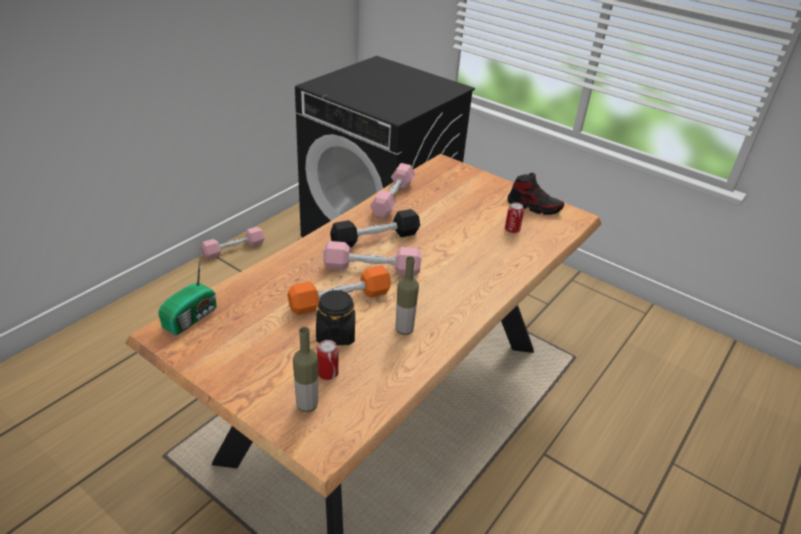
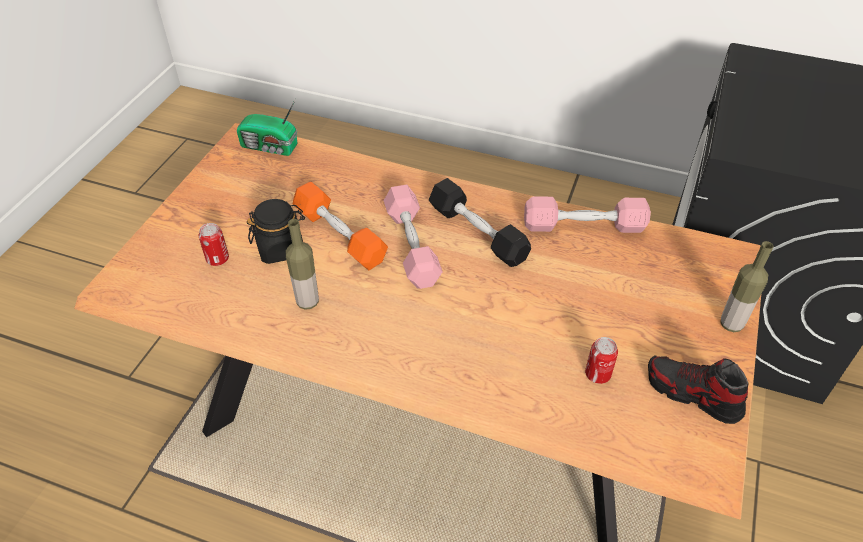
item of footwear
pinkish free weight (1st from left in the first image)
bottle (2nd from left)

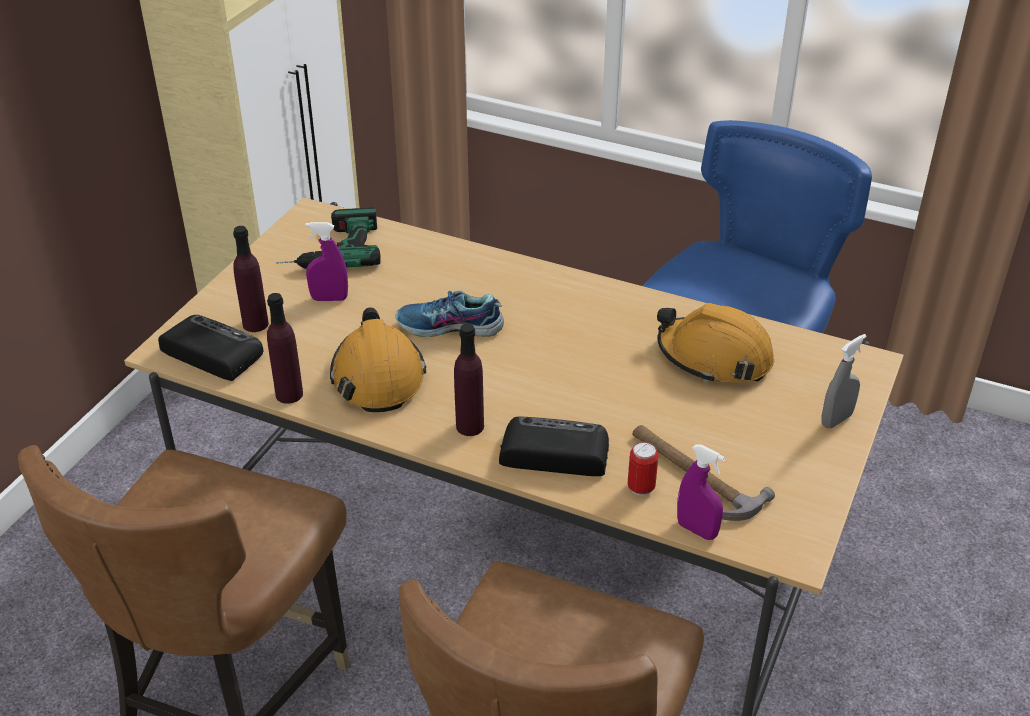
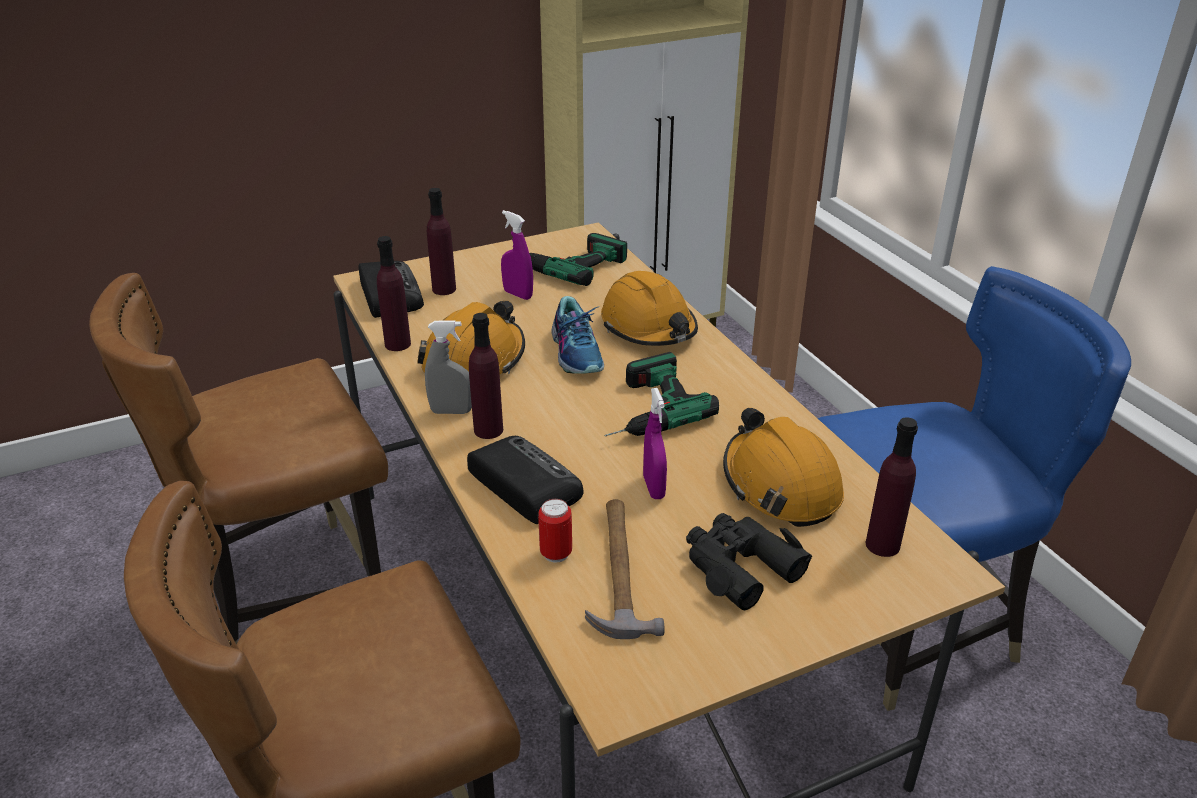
item of footwear
greyish hand sprayer
purple-coloured hand sprayer (2nd from left)
orangey hard hat (2nd from left)
drill (2nd from left)
purple-coloured bottle (4th from left)
black binoculars

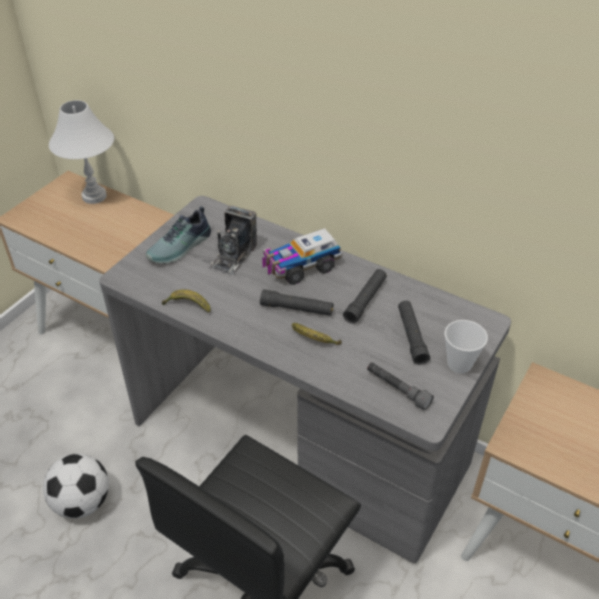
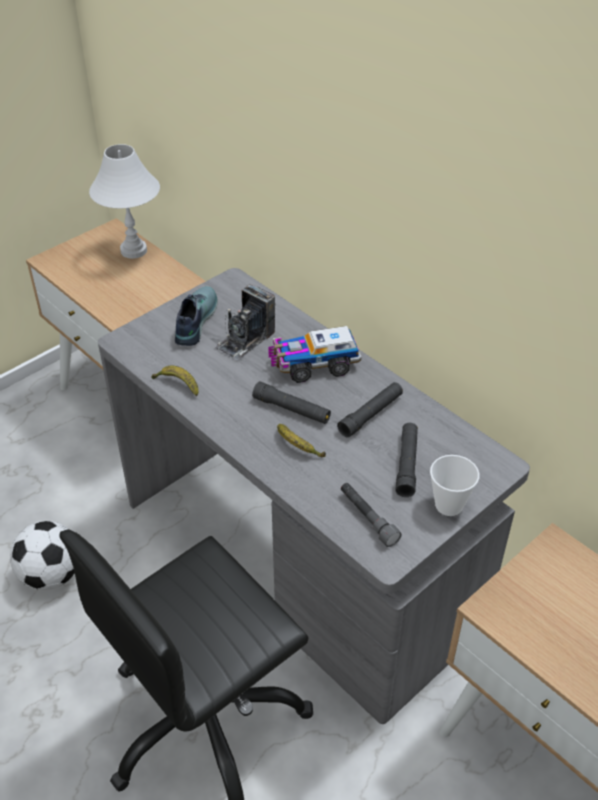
item of footwear

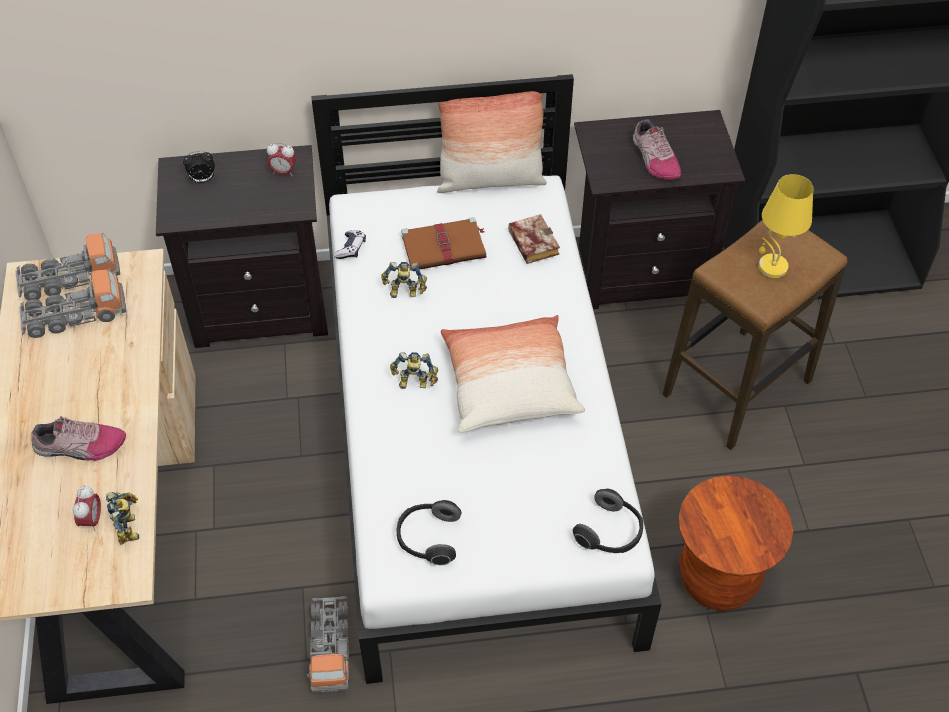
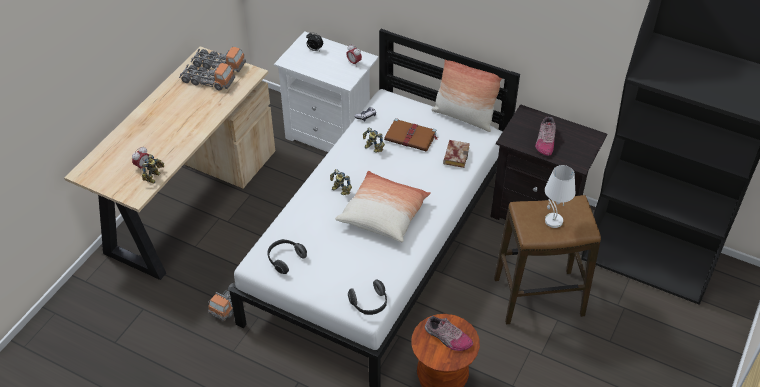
white bedside table
white table lamp
item of footwear (1st from left)

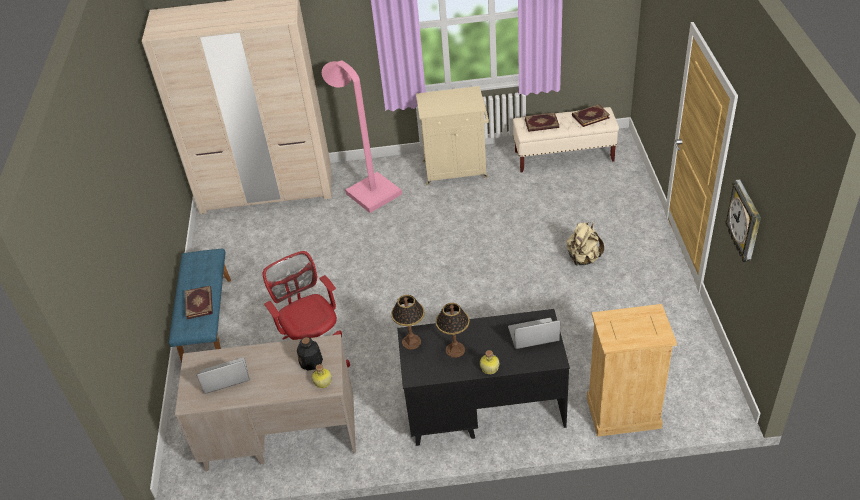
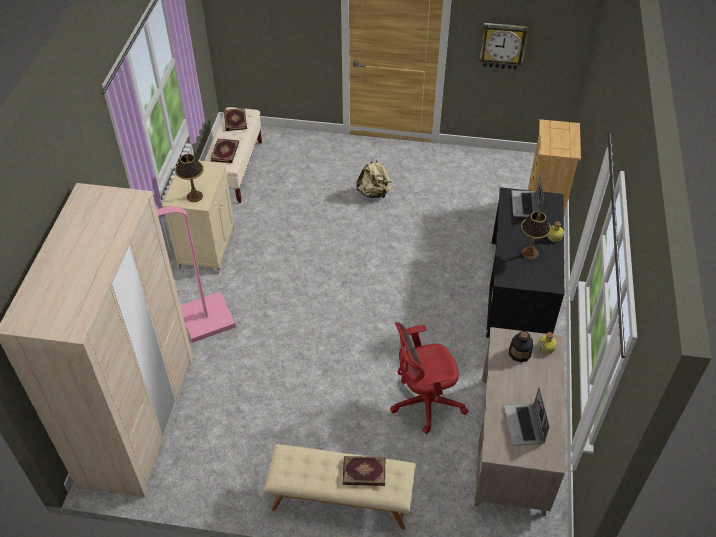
beige long seat (2nd from left)
table lamp (1st from left)

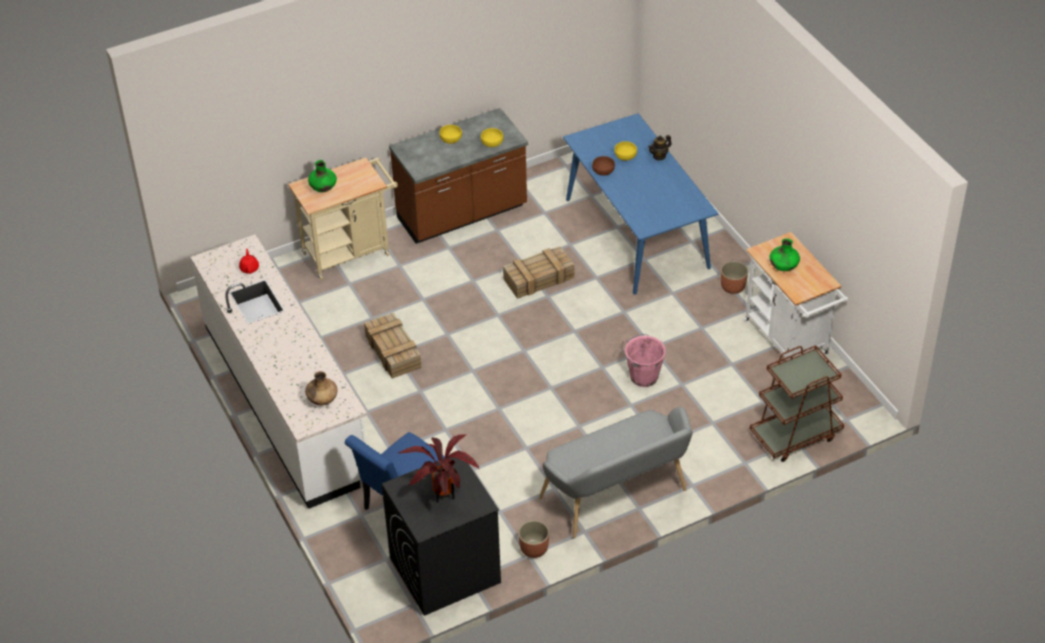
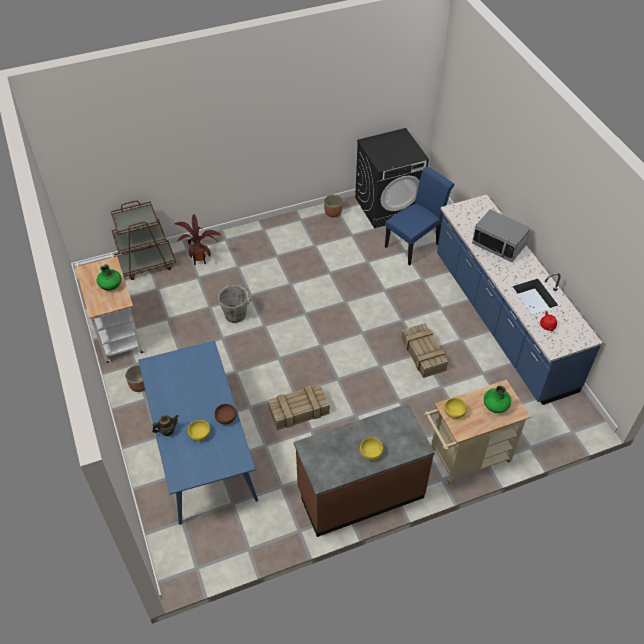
yellow-coloured serving bowl (3rd from left)
bluish kitchen base unit
greyish water bucket
brown-coloured decorative vase
greyish long seat
houseplant
kitchen microwave

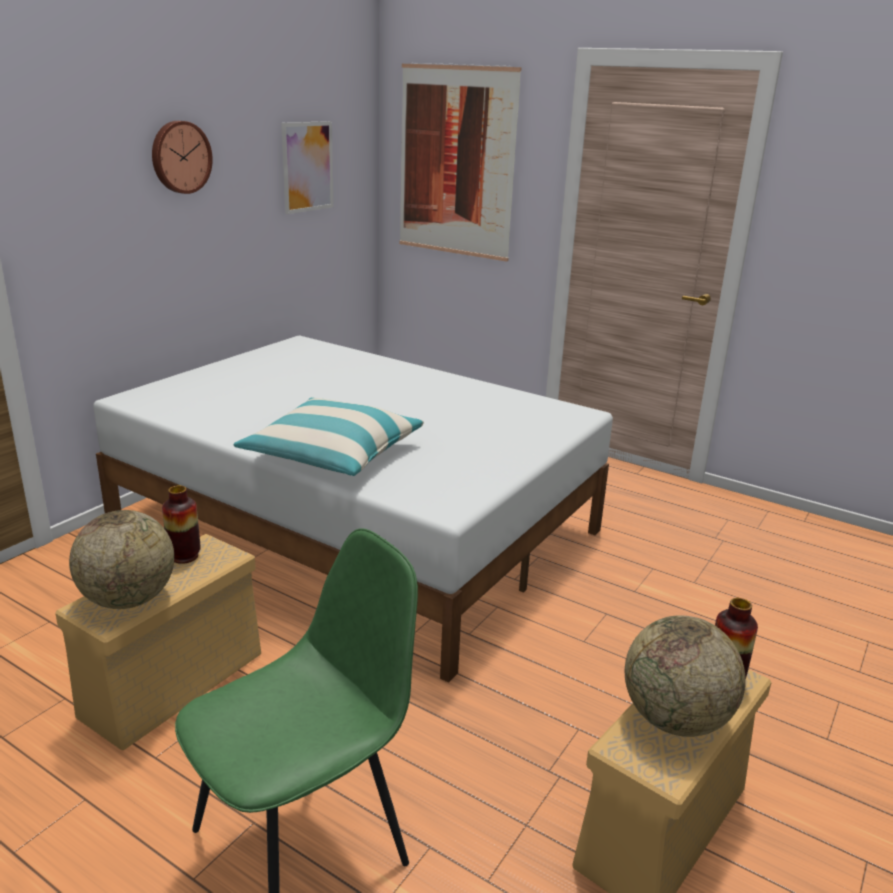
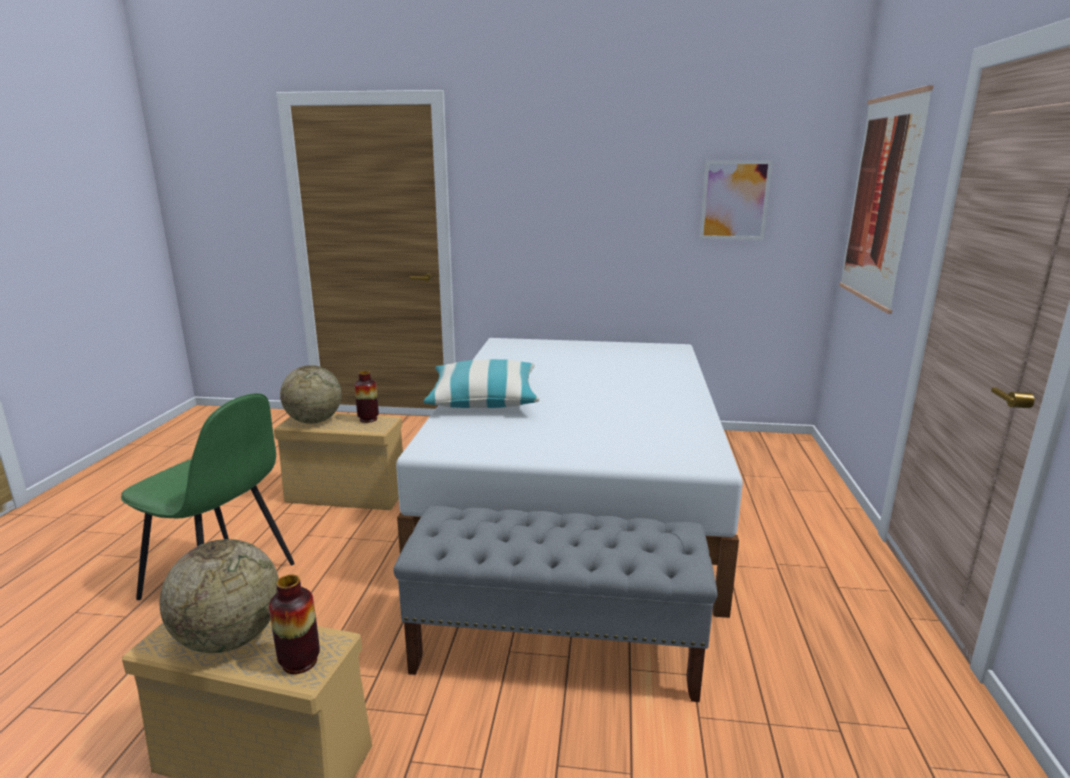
wall clock
greyish long seat

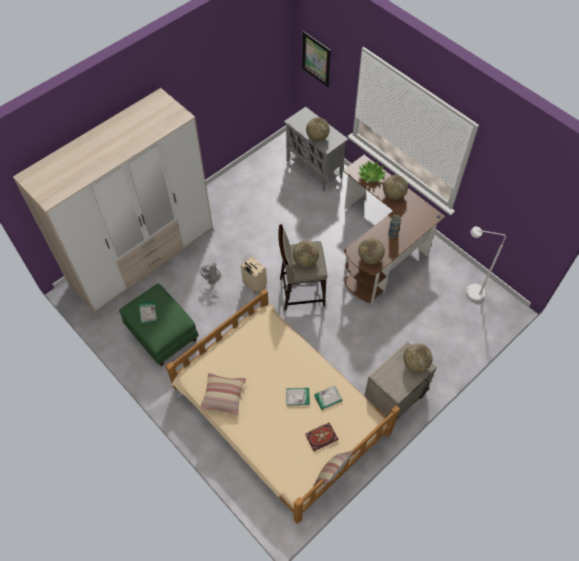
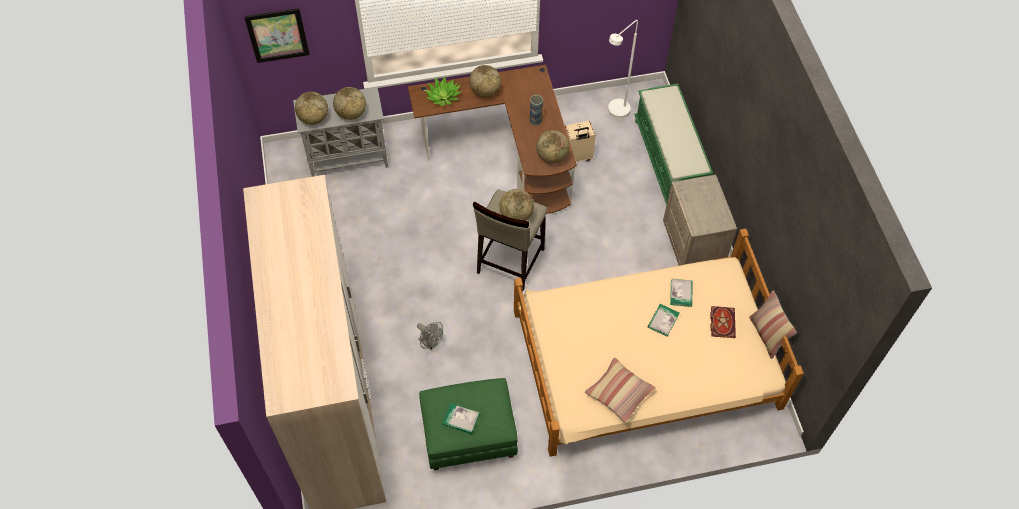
beige piece of luggage
desk globe (1st from left)
green-coloured long seat

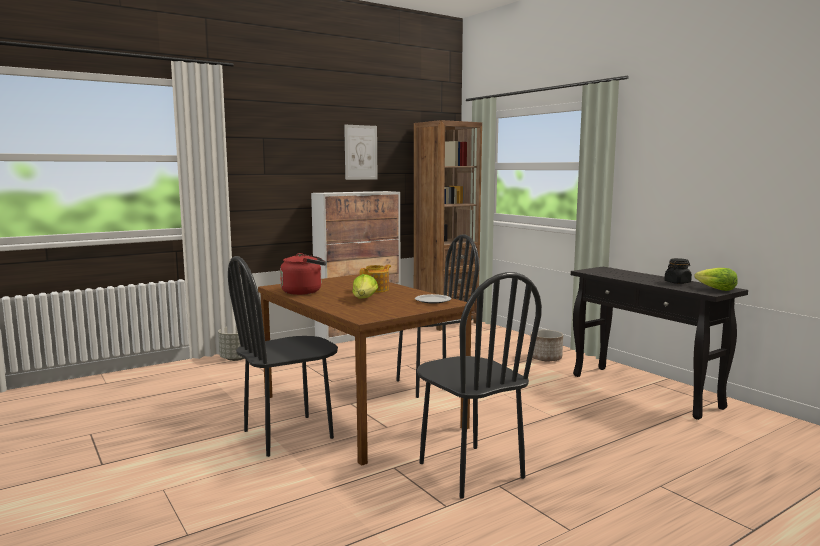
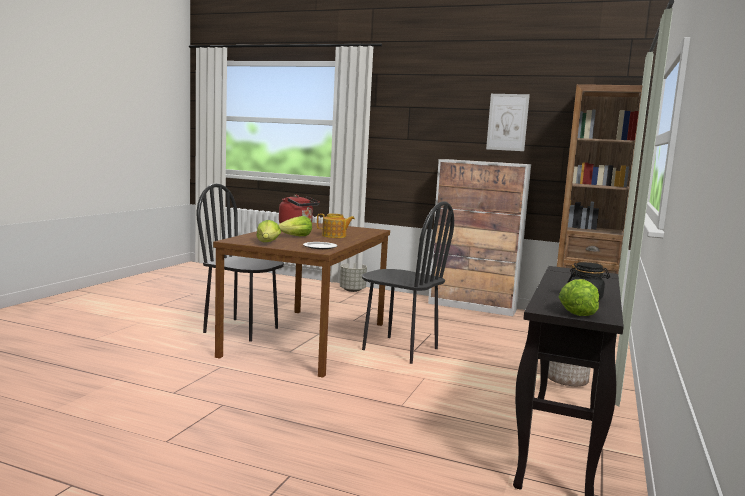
black plain chair (3rd from left in the first image)
lettuce (1st from left)

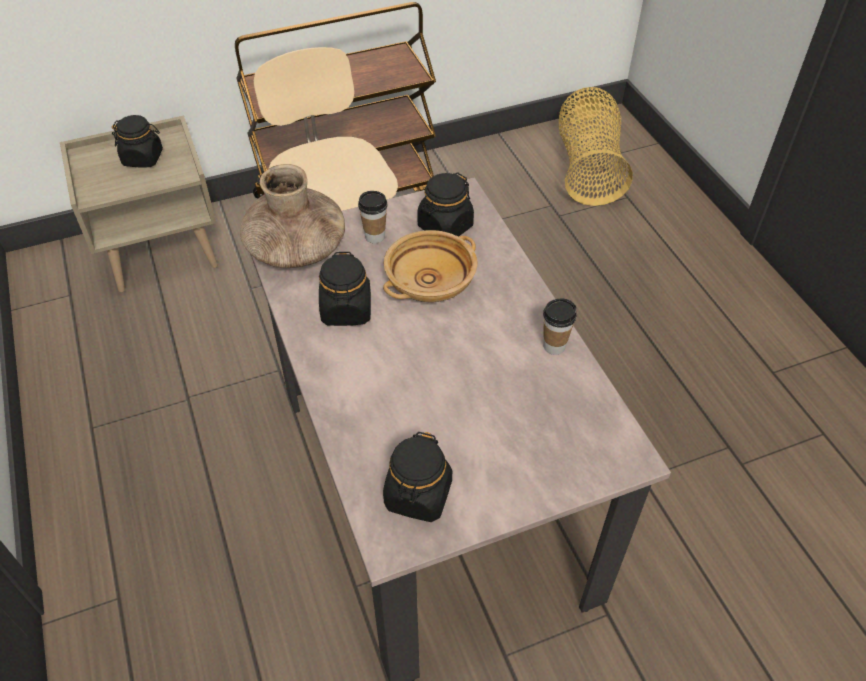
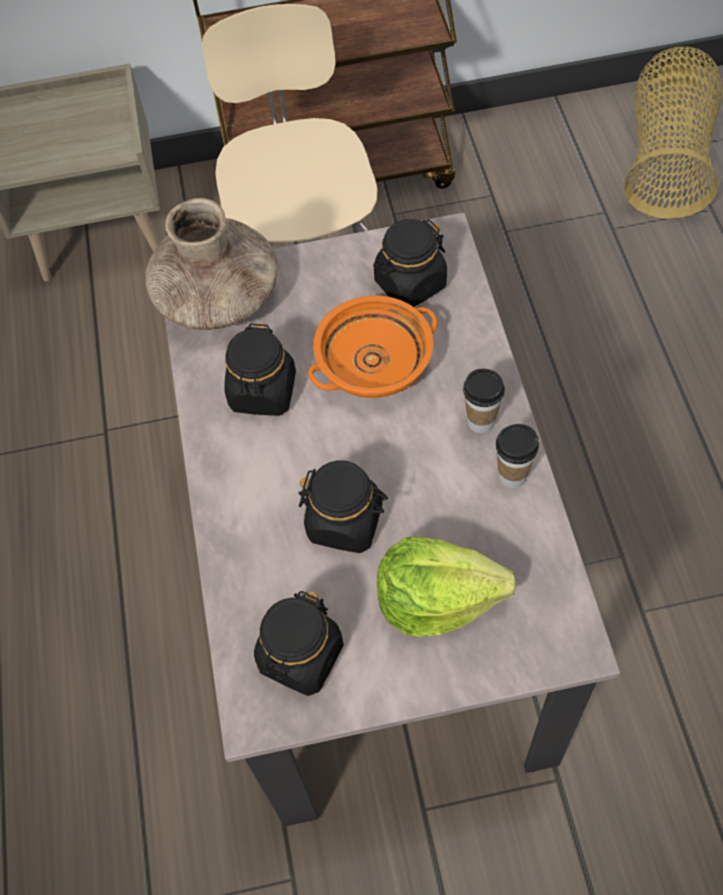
black preserve jar (3rd from left)
small cup (1st from left)
orangey serving bowl
lettuce

